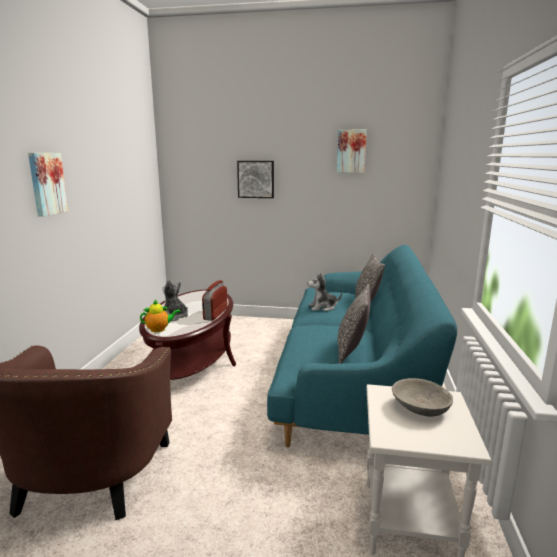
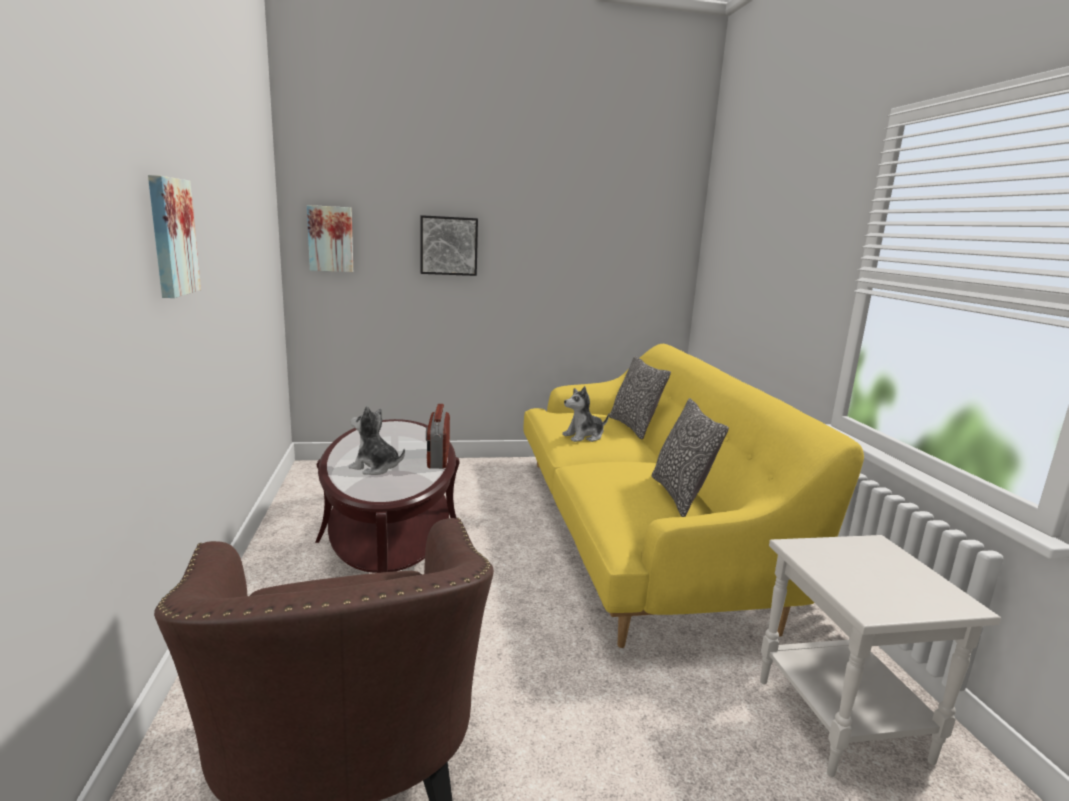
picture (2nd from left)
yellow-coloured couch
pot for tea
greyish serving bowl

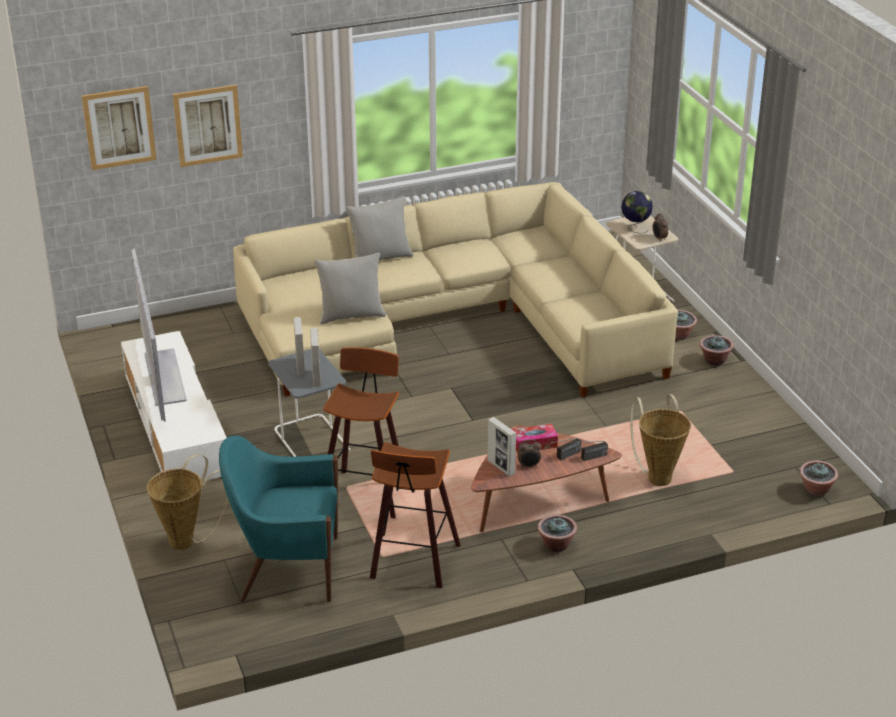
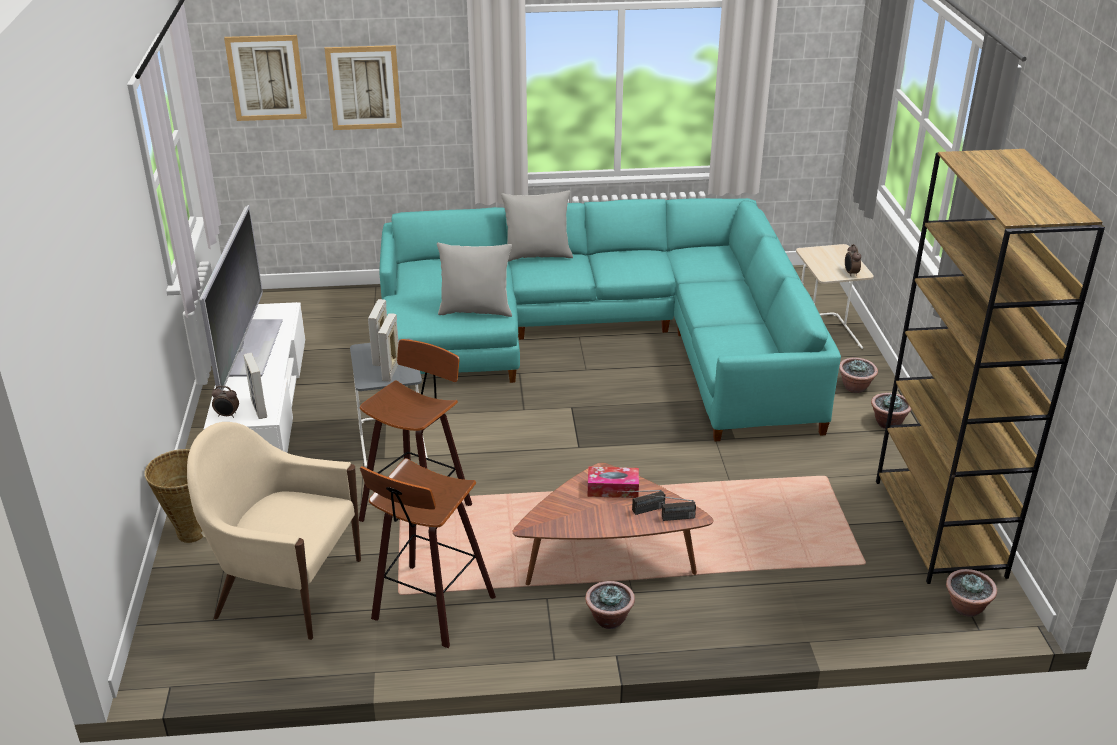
turquoise-coloured couch
desk globe
storage basket (2nd from left in the first image)
standing frame (1st from left)
beige lounge chair
table clock (1st from left)
brown-coloured bookshelf

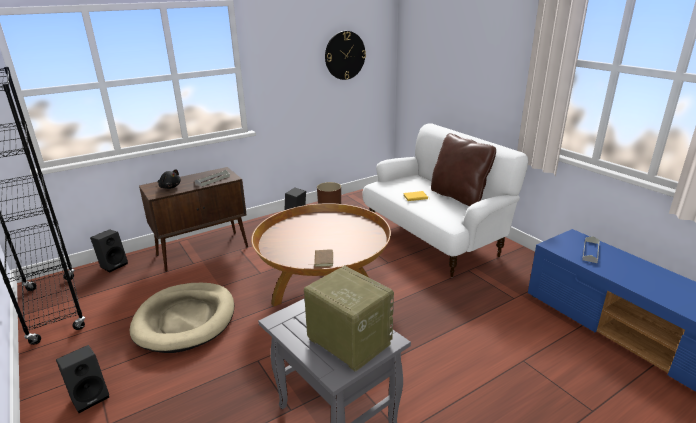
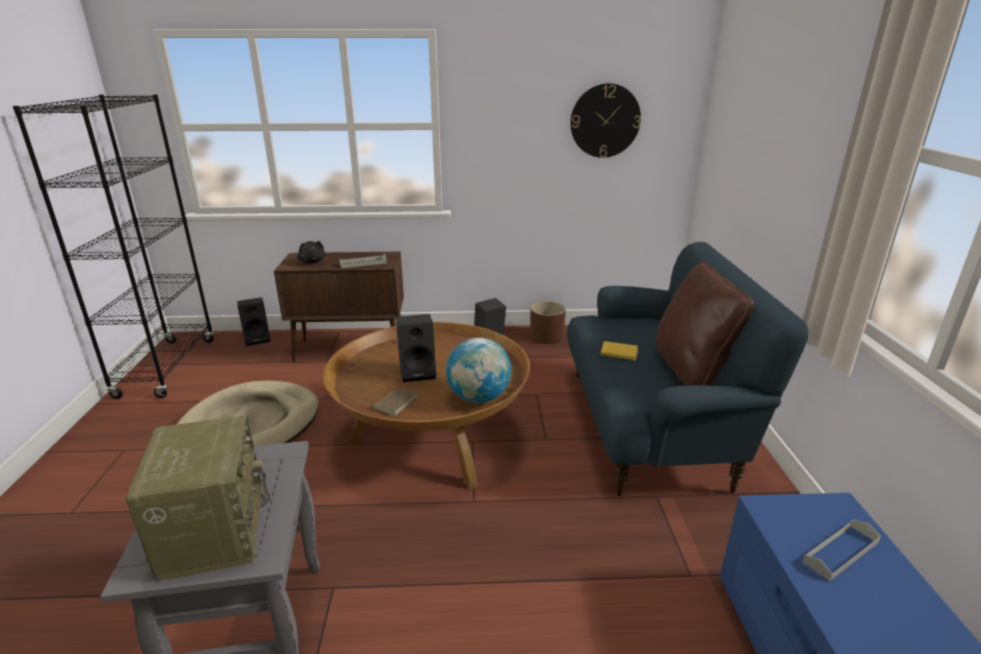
bluish couch
black speaker (2nd from left)
desk globe

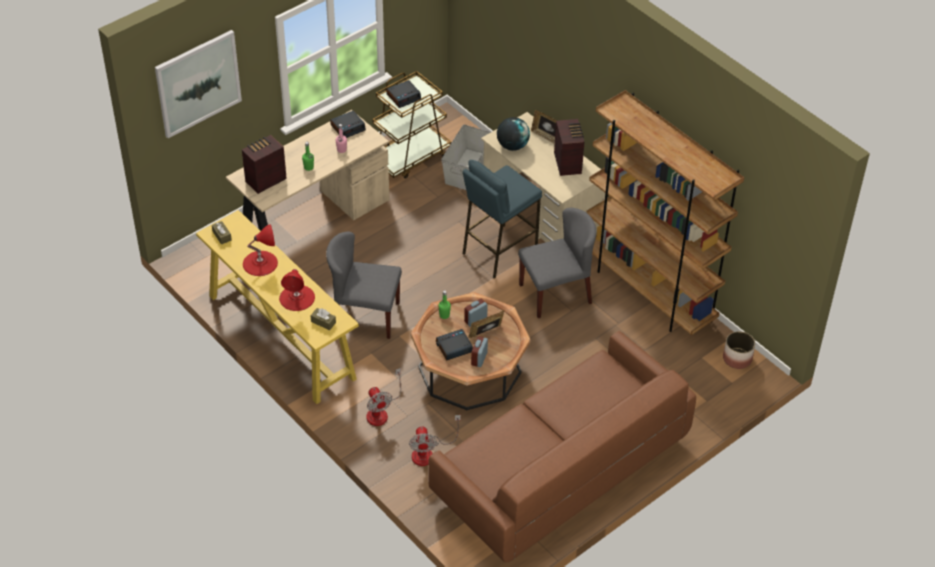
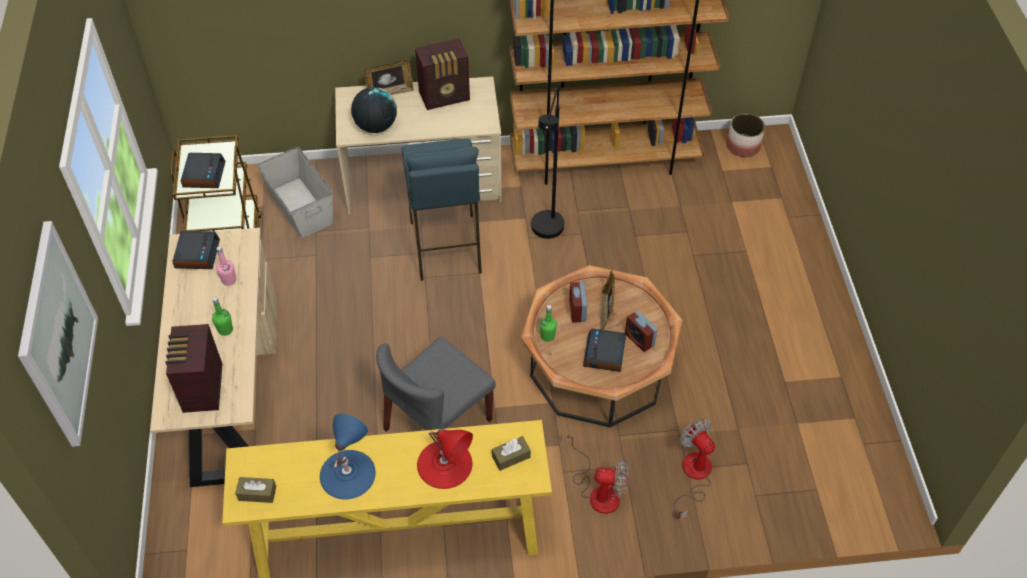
radio receiver (2nd from left)
black floor lamp
bluish table lamp
brown-coloured couch
cooling fan (2nd from left)

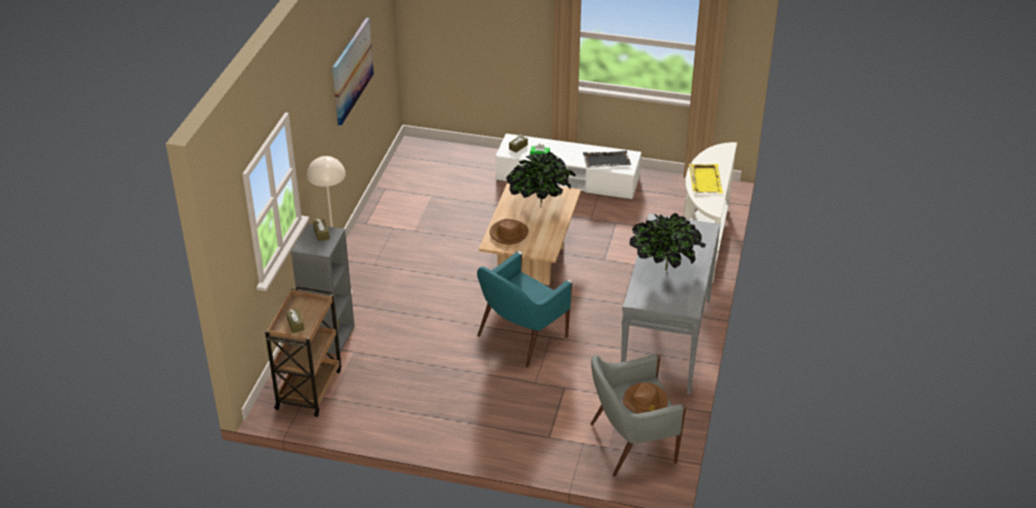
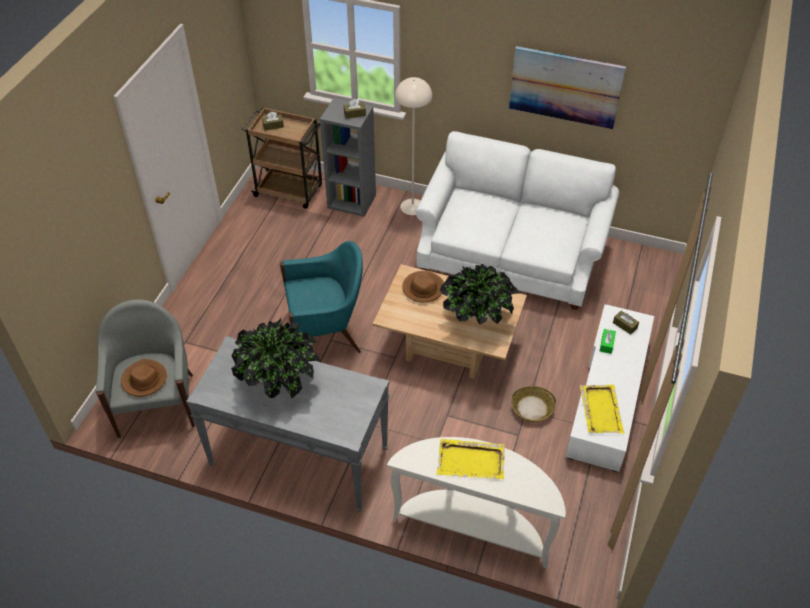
yellow-coloured carrying tray (2nd from left)
turquoise-coloured lounge chair
white couch
storage basket

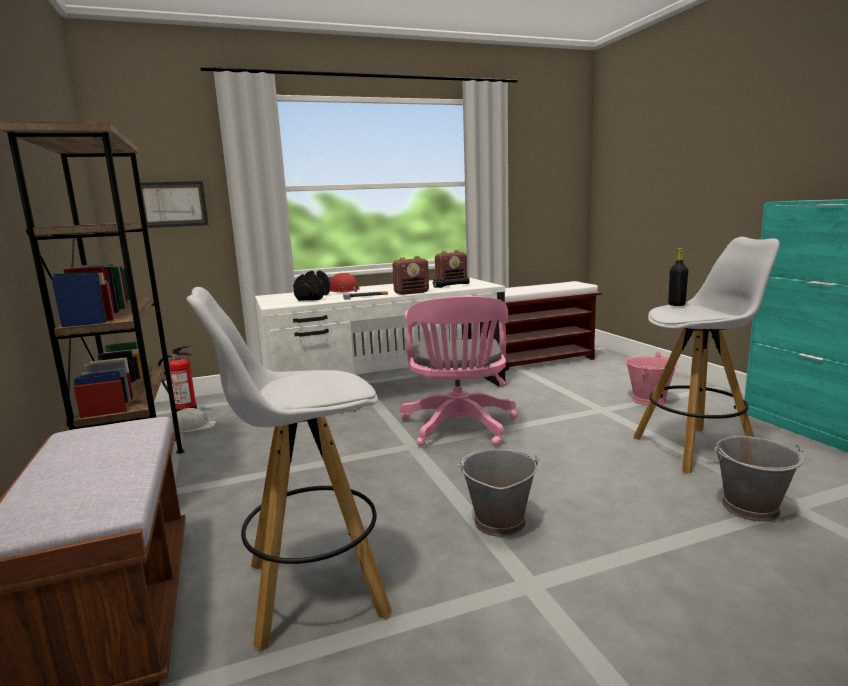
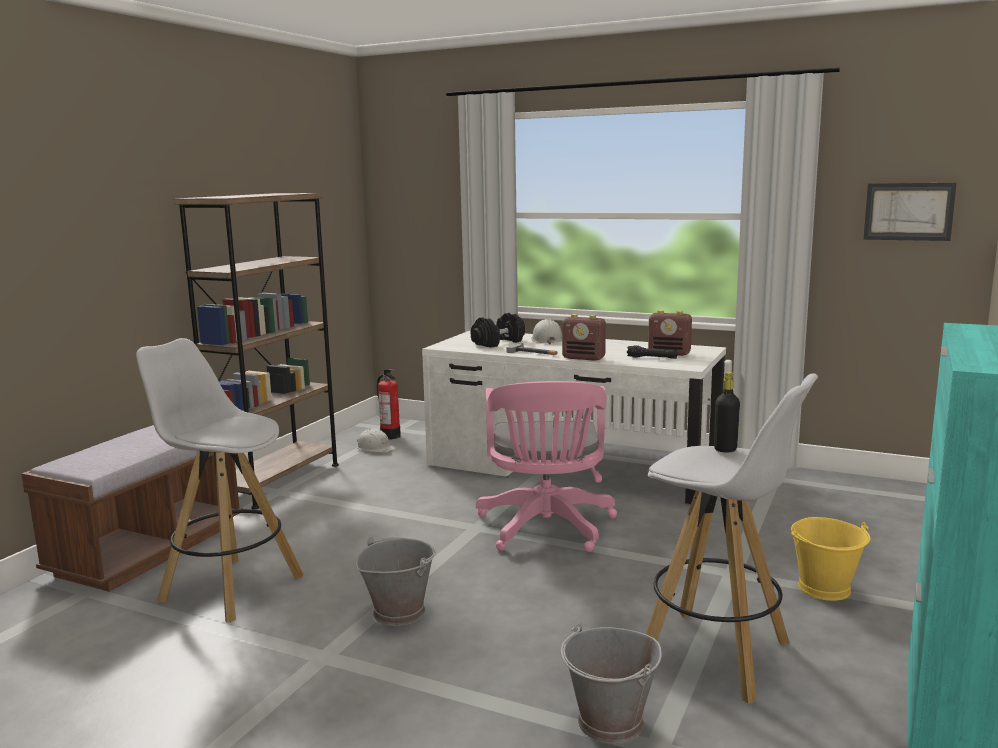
picture
white hard hat (2nd from left)
brown-coloured long seat (2nd from left in the first image)
pinkish office chair
yellow-coloured water bucket

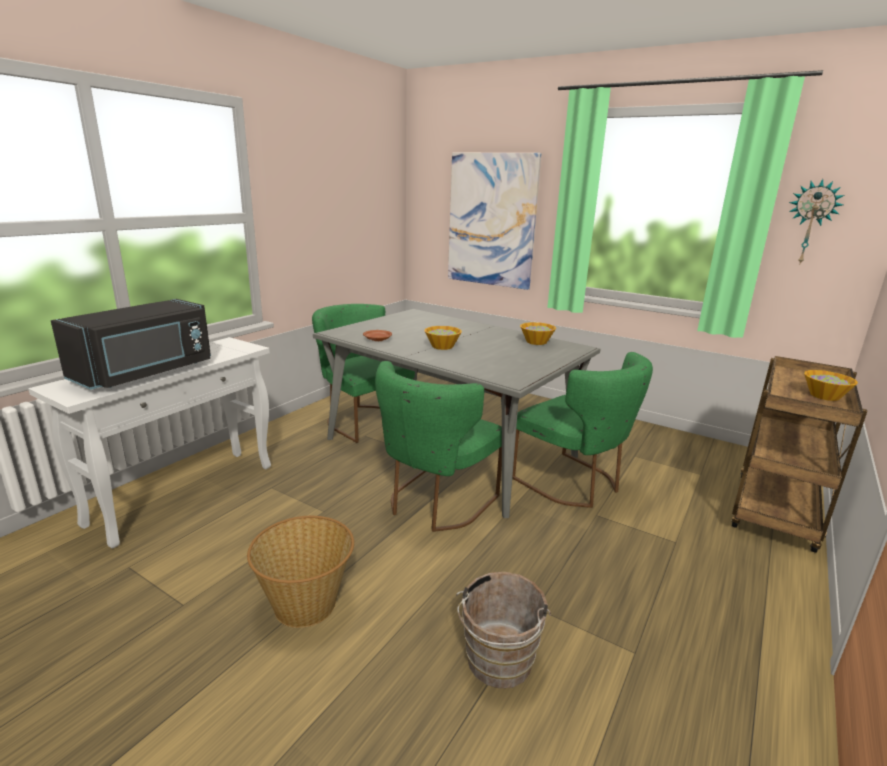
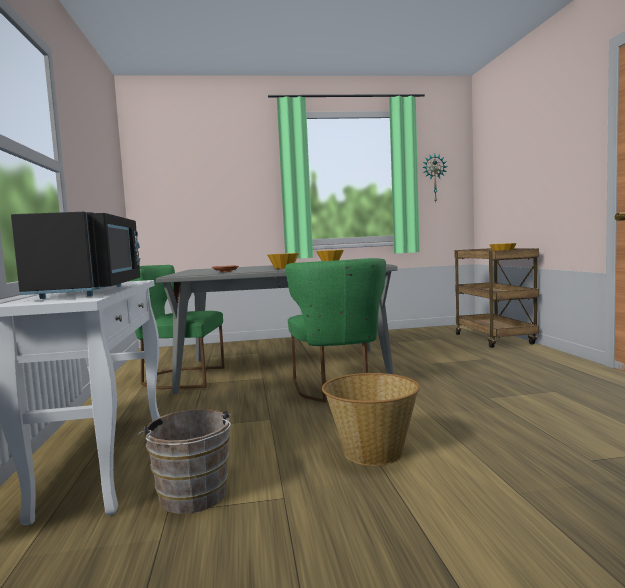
picture
green-coloured plain chair (3rd from left in the first image)
brown-coloured water bucket

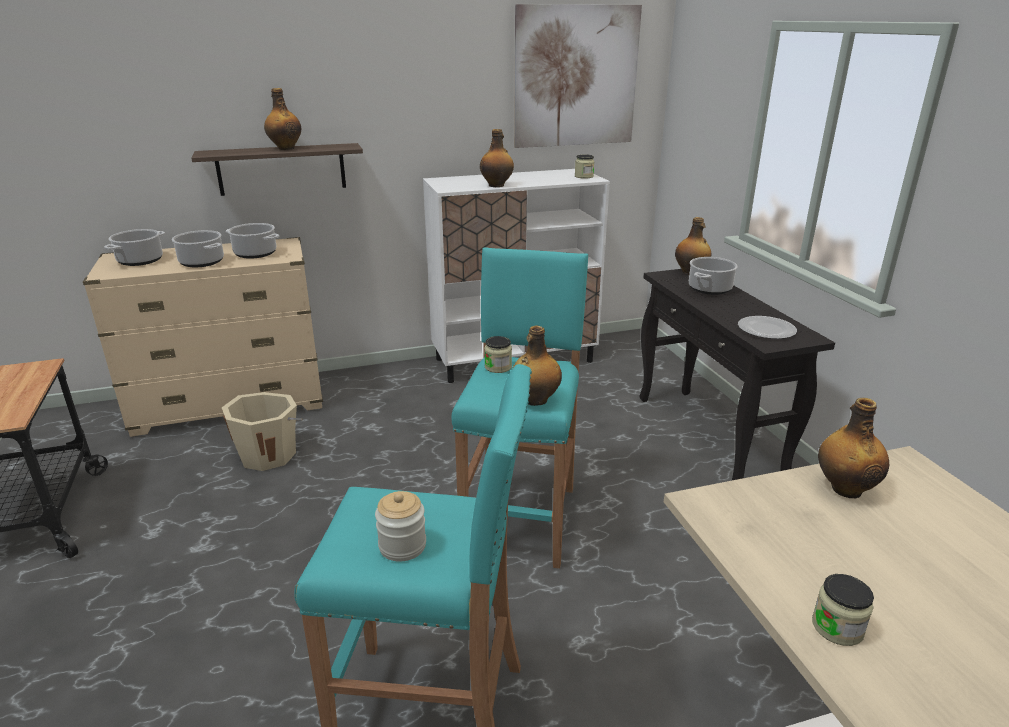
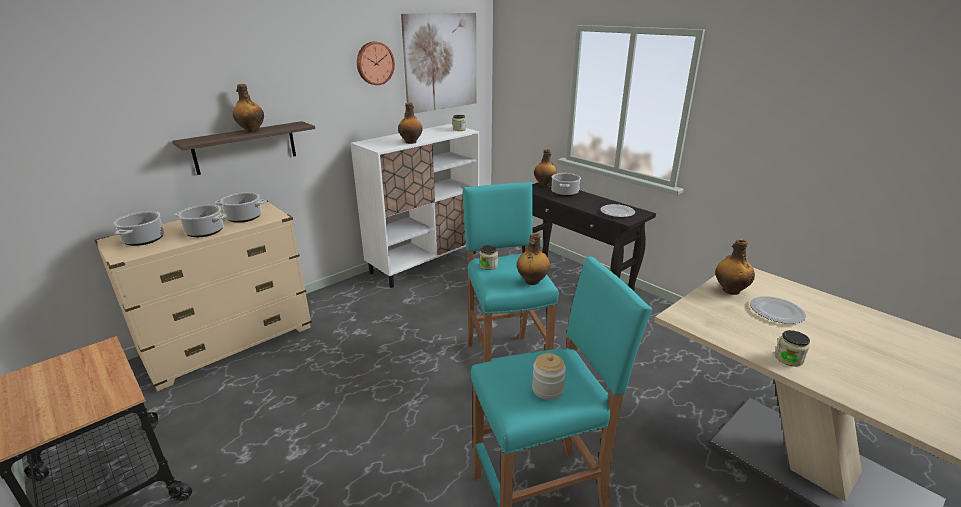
beige water bucket
wall clock
plate (2nd from left)

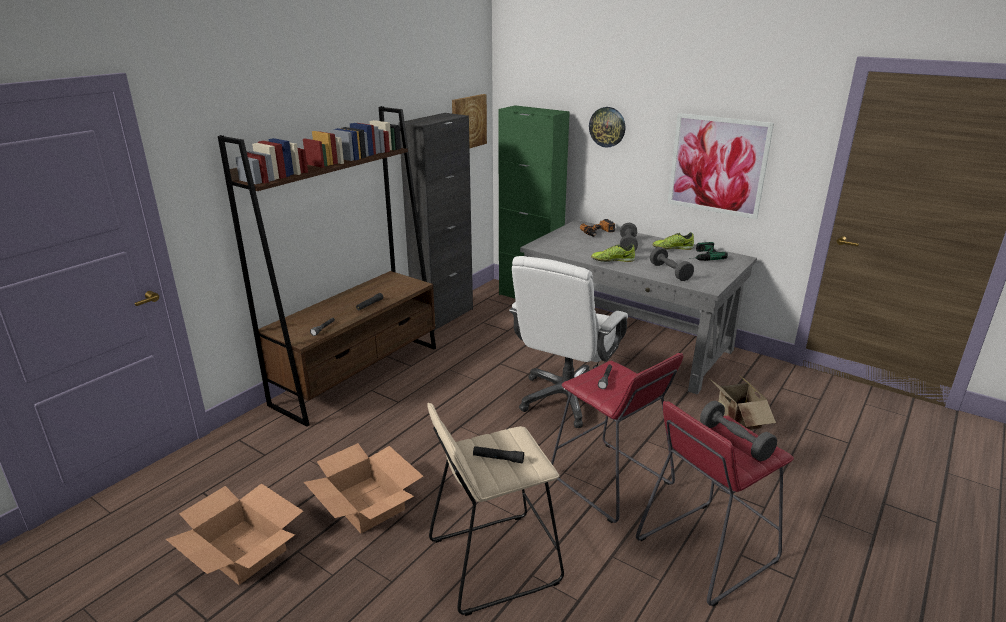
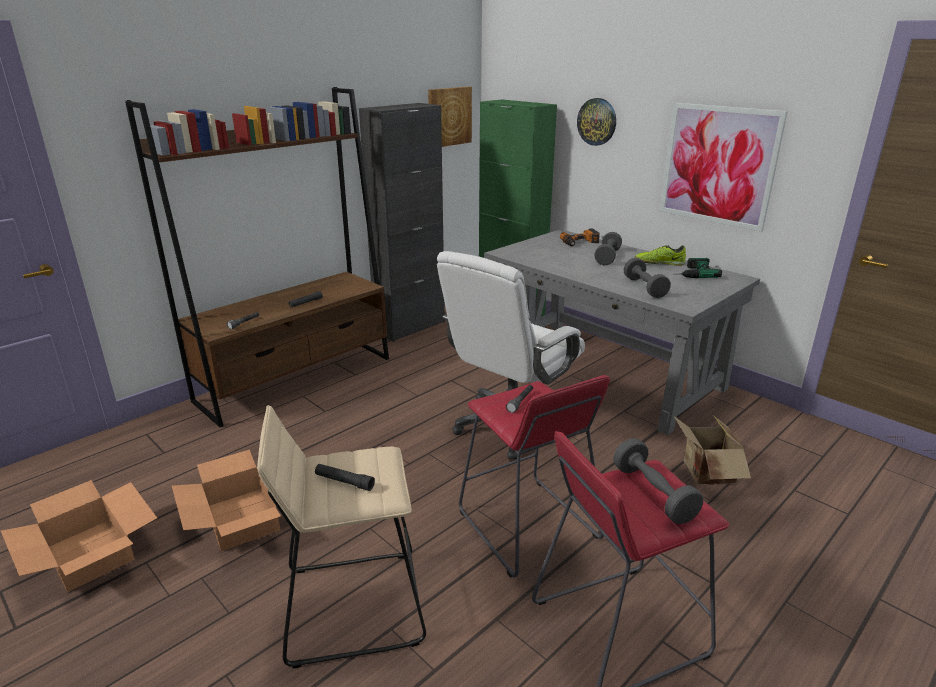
item of footwear (1st from left in the first image)

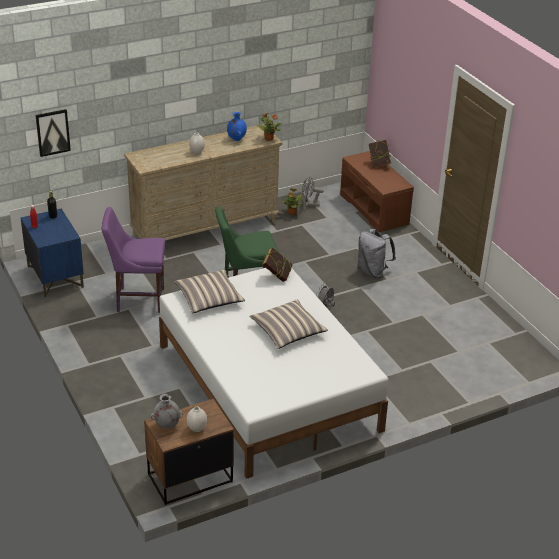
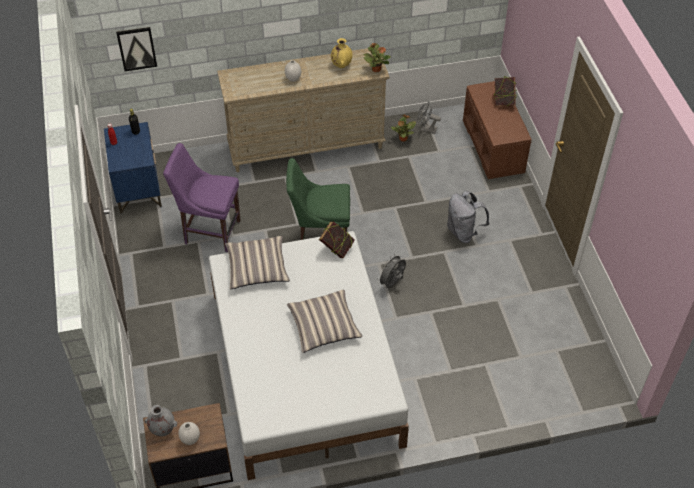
yellow-coloured decorative vase

